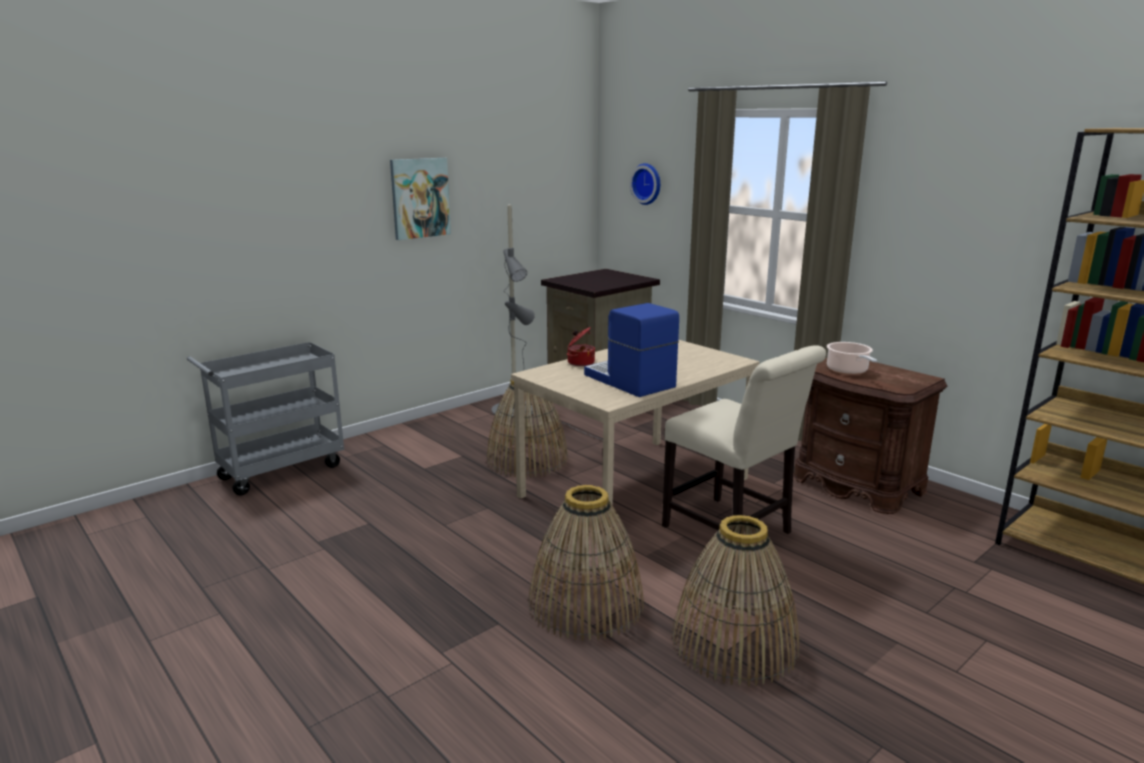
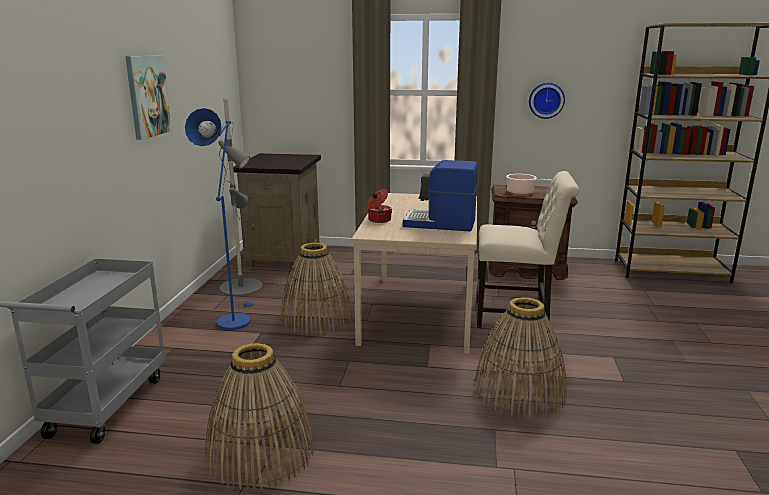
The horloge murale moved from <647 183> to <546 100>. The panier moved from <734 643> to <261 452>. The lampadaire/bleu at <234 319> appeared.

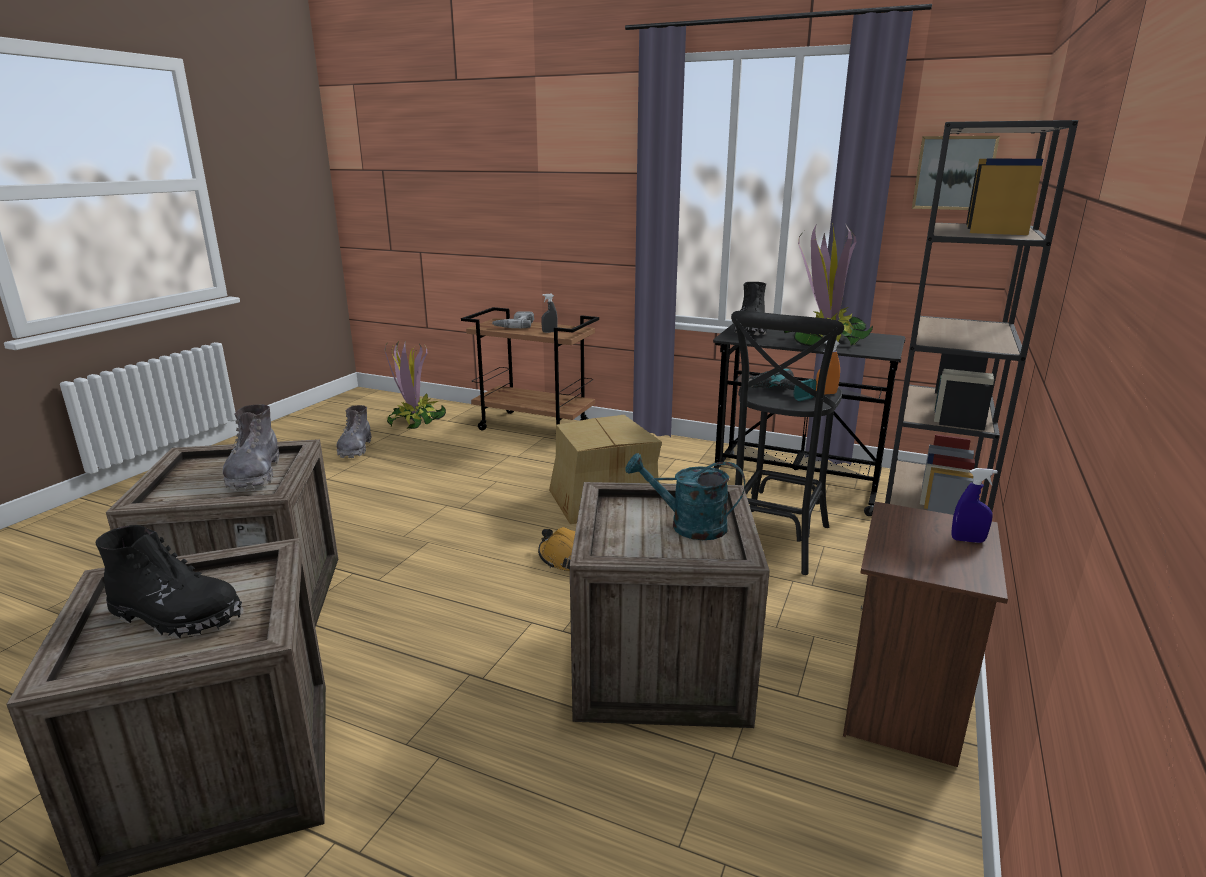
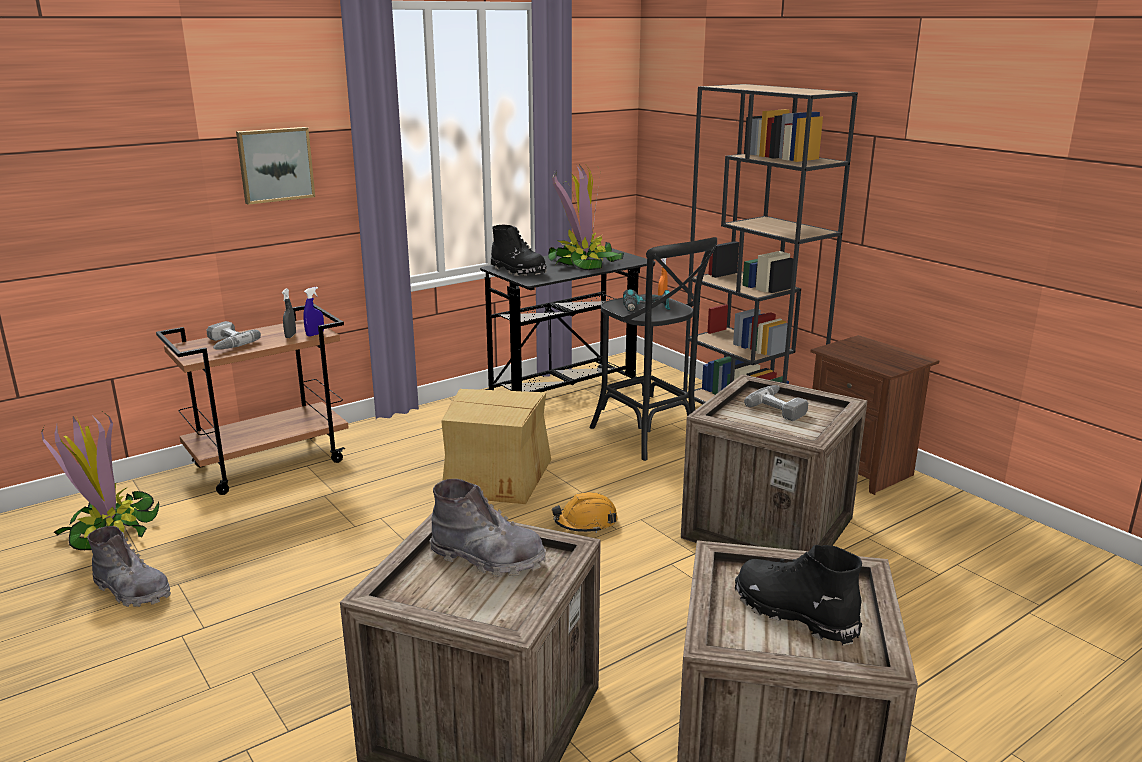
The tableau moved from <954 173> to <275 164>. The arrosoir/turquoise at <688 526> was replaced by the perceuse at <781 407>. The vaporisateur/bleu moved from <967 540> to <315 334>. The botte/noir at <177 616> turned 90 degrees counterclockwise.

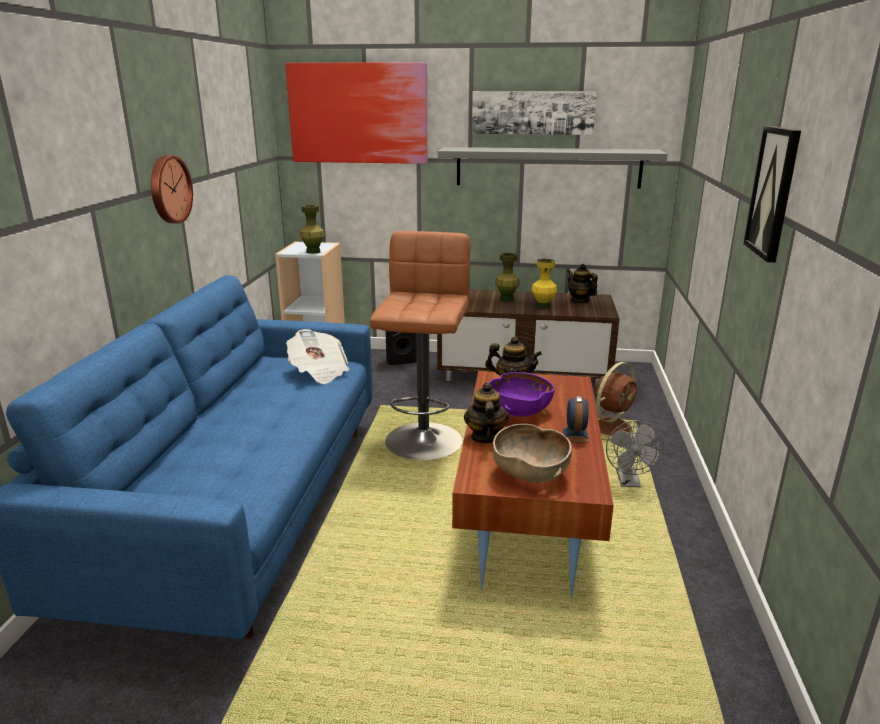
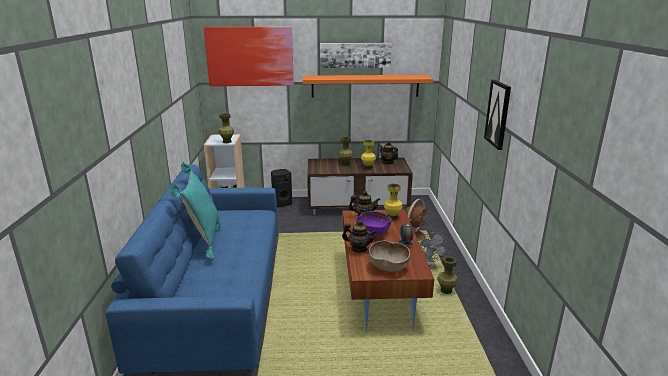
The étagère/gris at <548 167> became the étagère/orange at <365 86>. The horloge murale at <169 189> disappeared. The tabouret/marron at <424 441> disappeared. The journal at <319 371> disappeared. The théière at <485 437> turned 120 degrees clockwise. The coussin/turquoise at <202 244> appeared. The vase/jaune at <392 217> appeared. The vase/vert at <446 291> appeared.

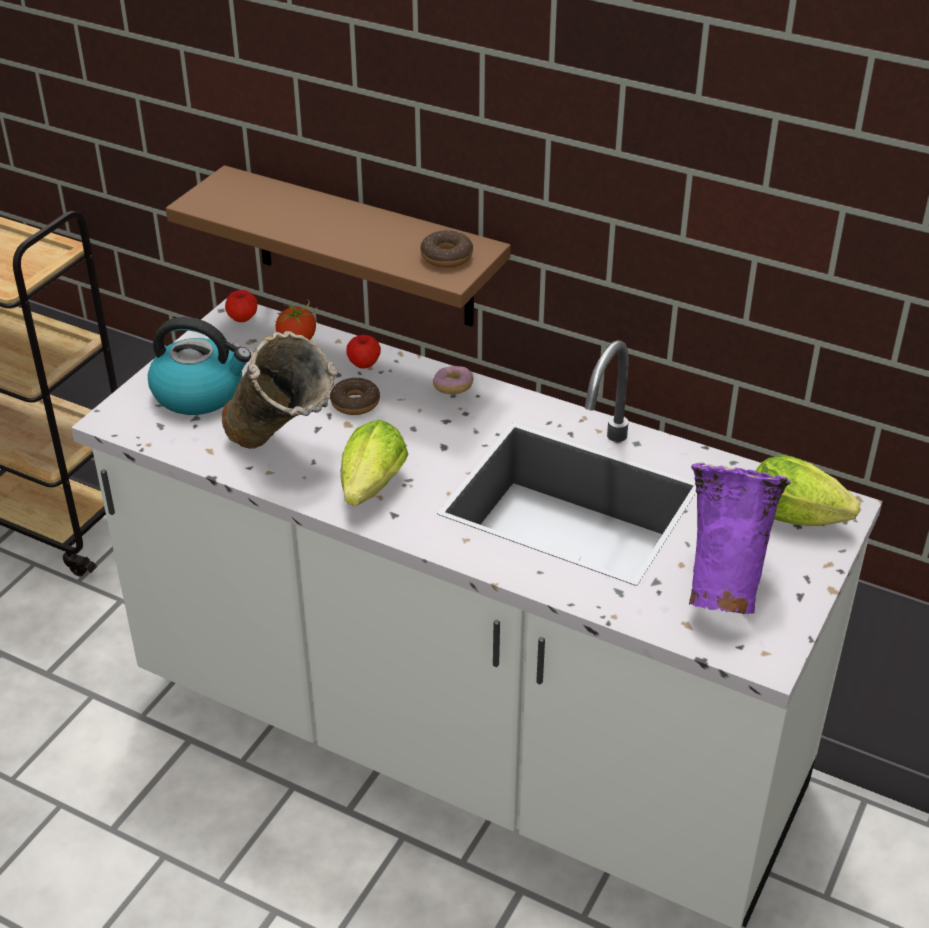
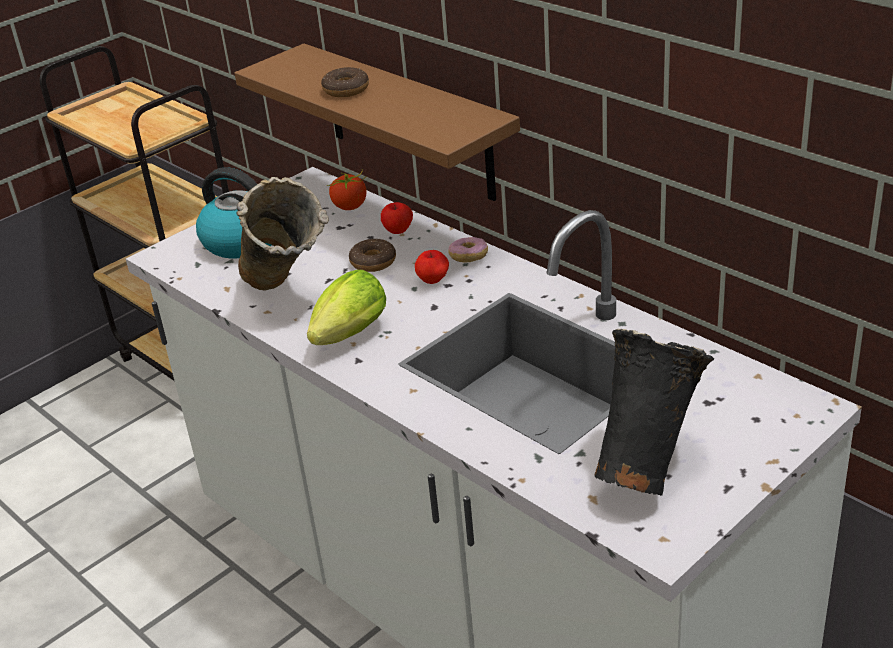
The beignet moved from <446 256> to <346 89>. The pomme moved from <243 318> to <433 280>. The laitue at <801 519> disappeared. The vase/violet at <723 586> became the vase/noir at <648 467>.

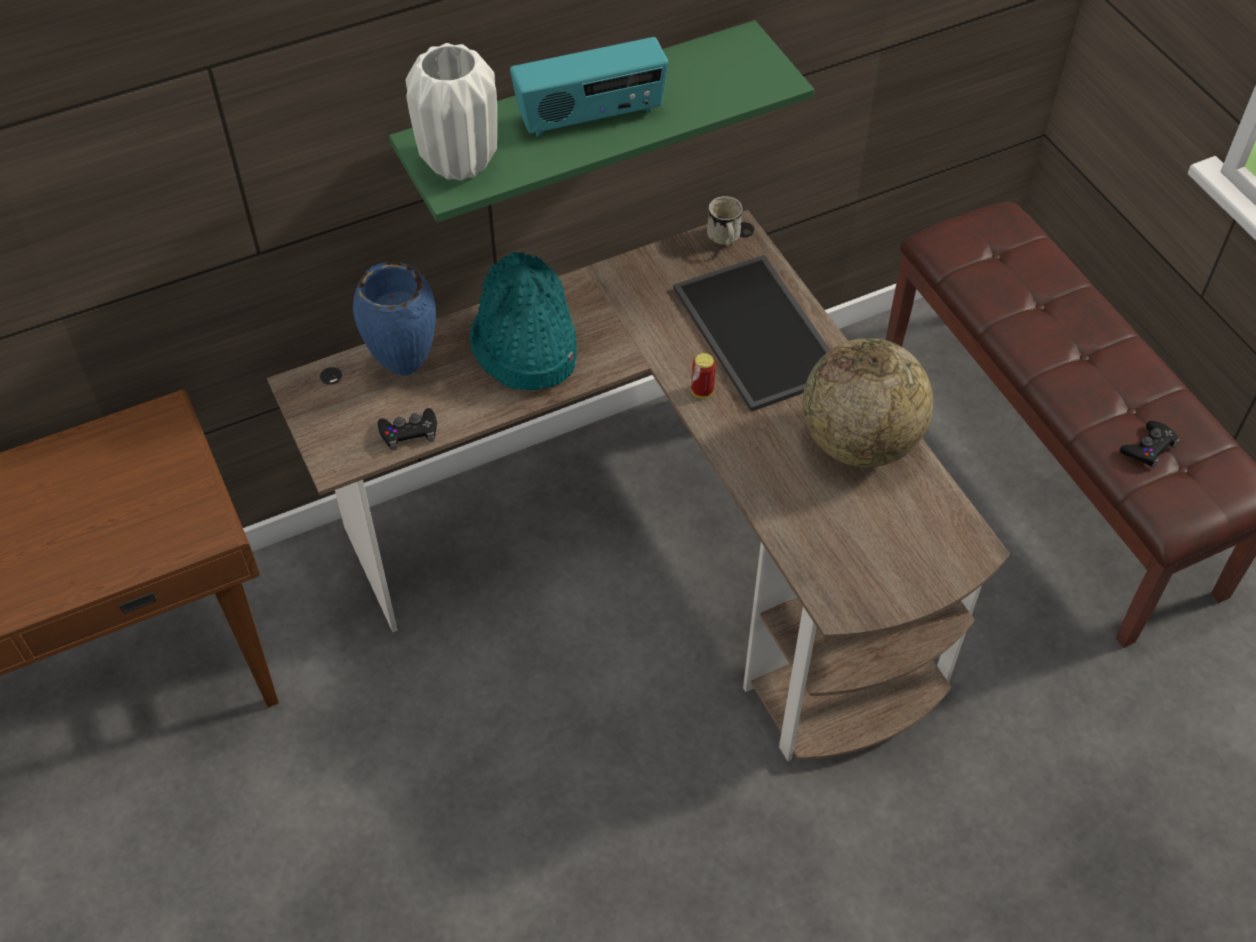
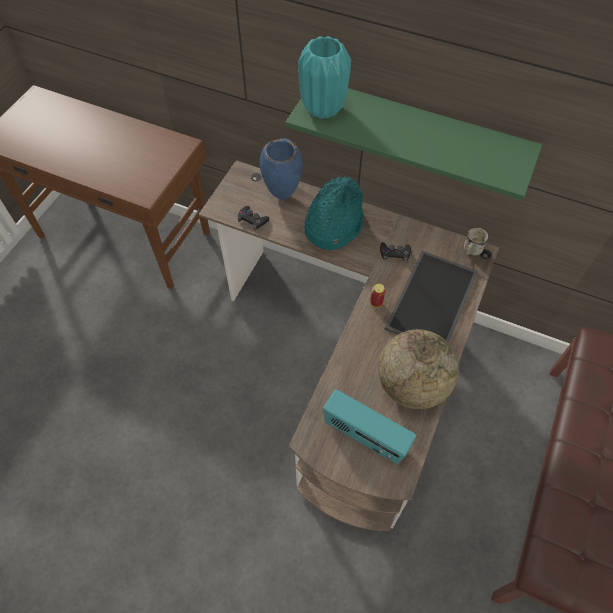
The radio moved from <591 117> to <365 436>. The vase/blanc at <458 163> became the vase/turquoise at <322 108>. The manette/noir moved from <1148 448> to <394 253>.

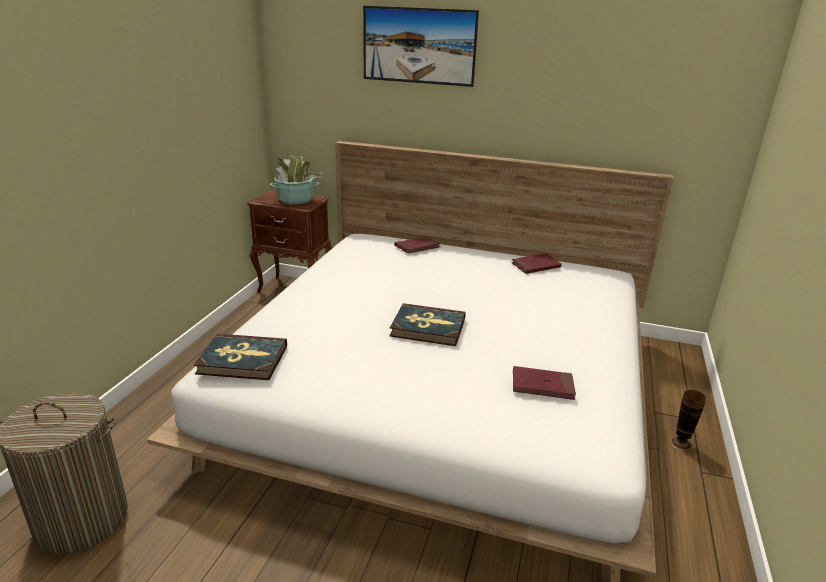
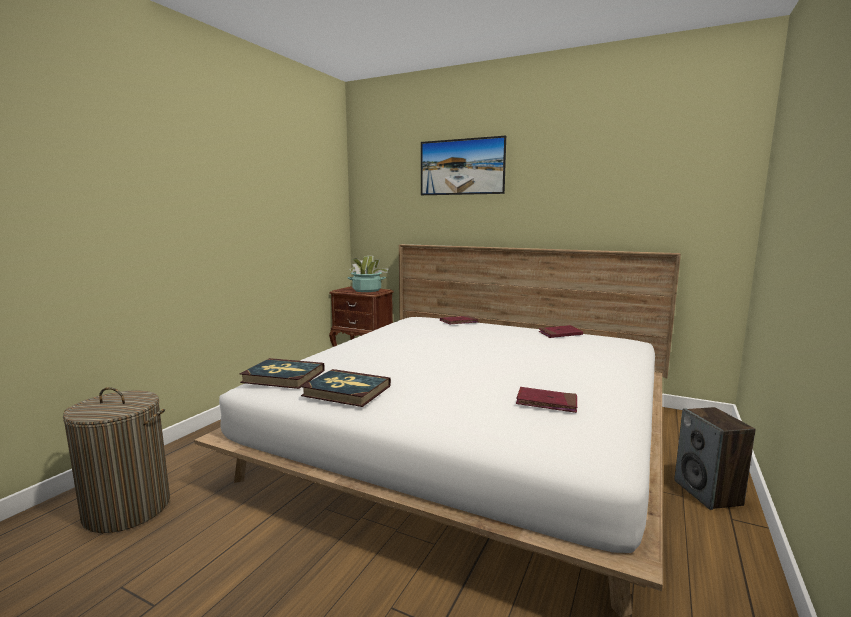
The livre moved from <428 327> to <346 391>. The vase at <680 443> was replaced by the enceinte at <708 493>.

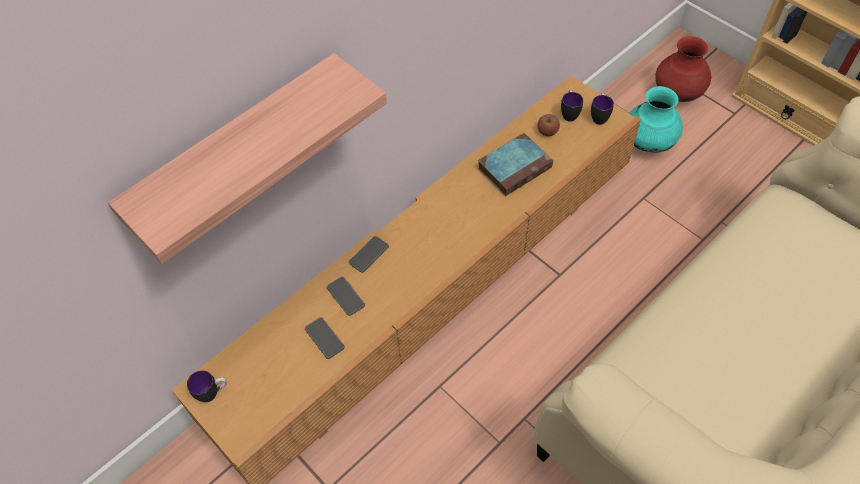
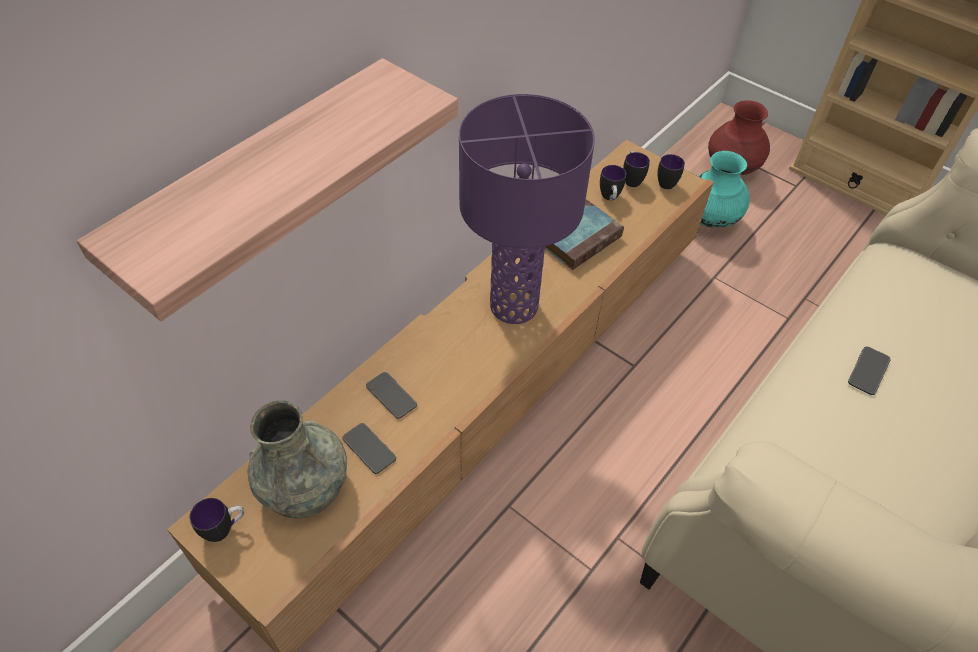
The pomme at <547 131> was replaced by the mug at <610 198>. The téléphone moved from <369 254> to <868 371>. The lampe de table/violet at <514 305> appeared. The vase/gris at <304 484> appeared.

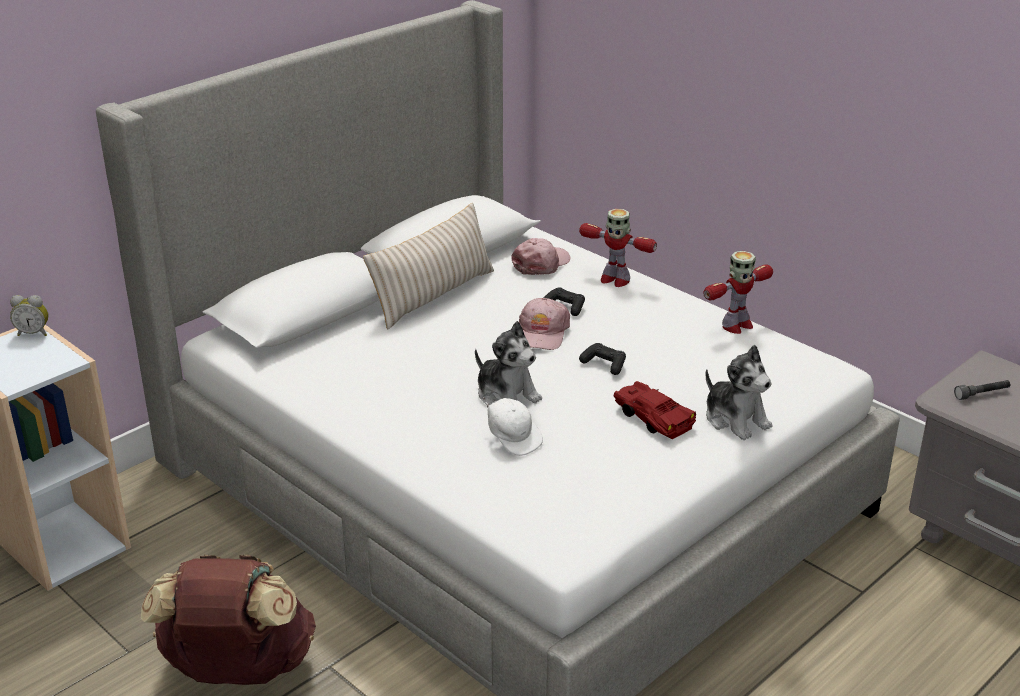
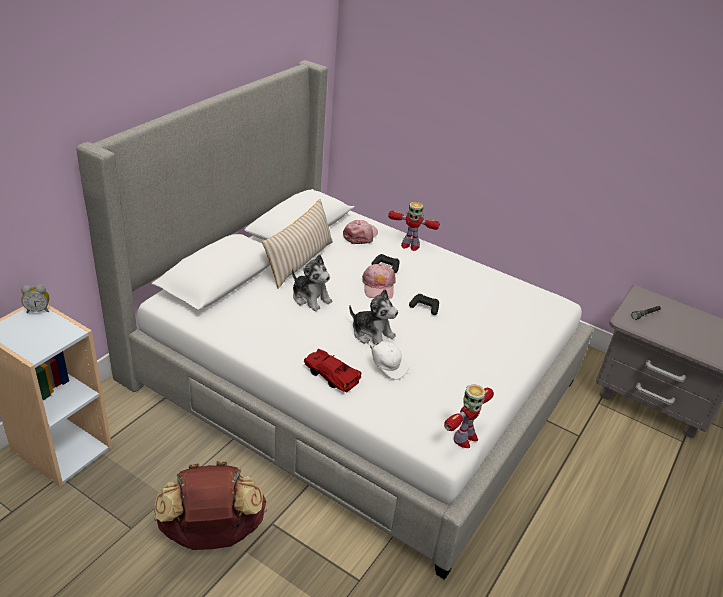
The robot jouet moved from <736 326> to <464 438>. The peluche moved from <735 419> to <310 298>. The petite voiture/rouge moved from <652 418> to <331 375>.

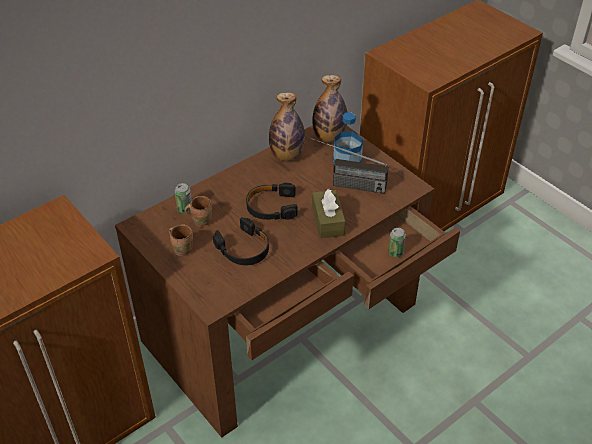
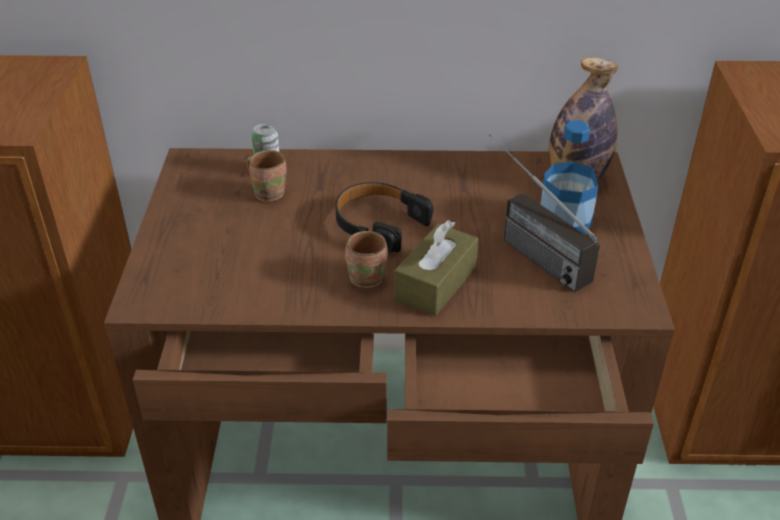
The bouteille at <287 156> disappeared. The casque audio/noir at <244 249> disappeared. The mug/marron moved from <182 248> to <368 277>. The boîte métallique at <395 252> disappeared.

